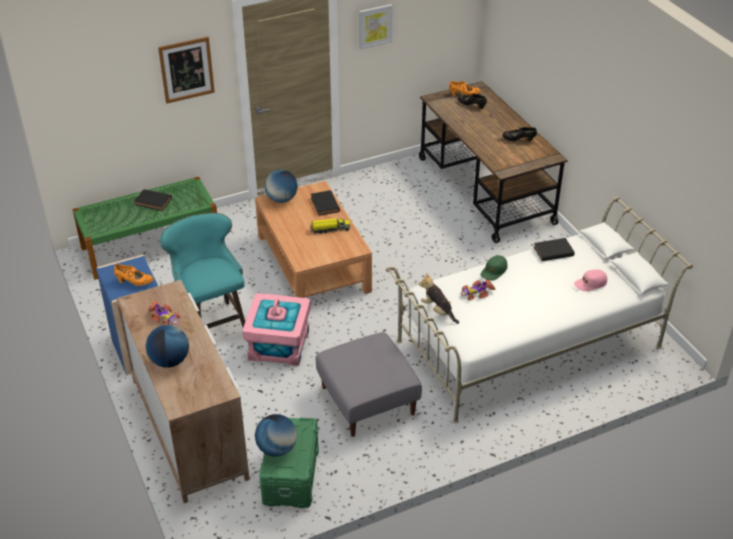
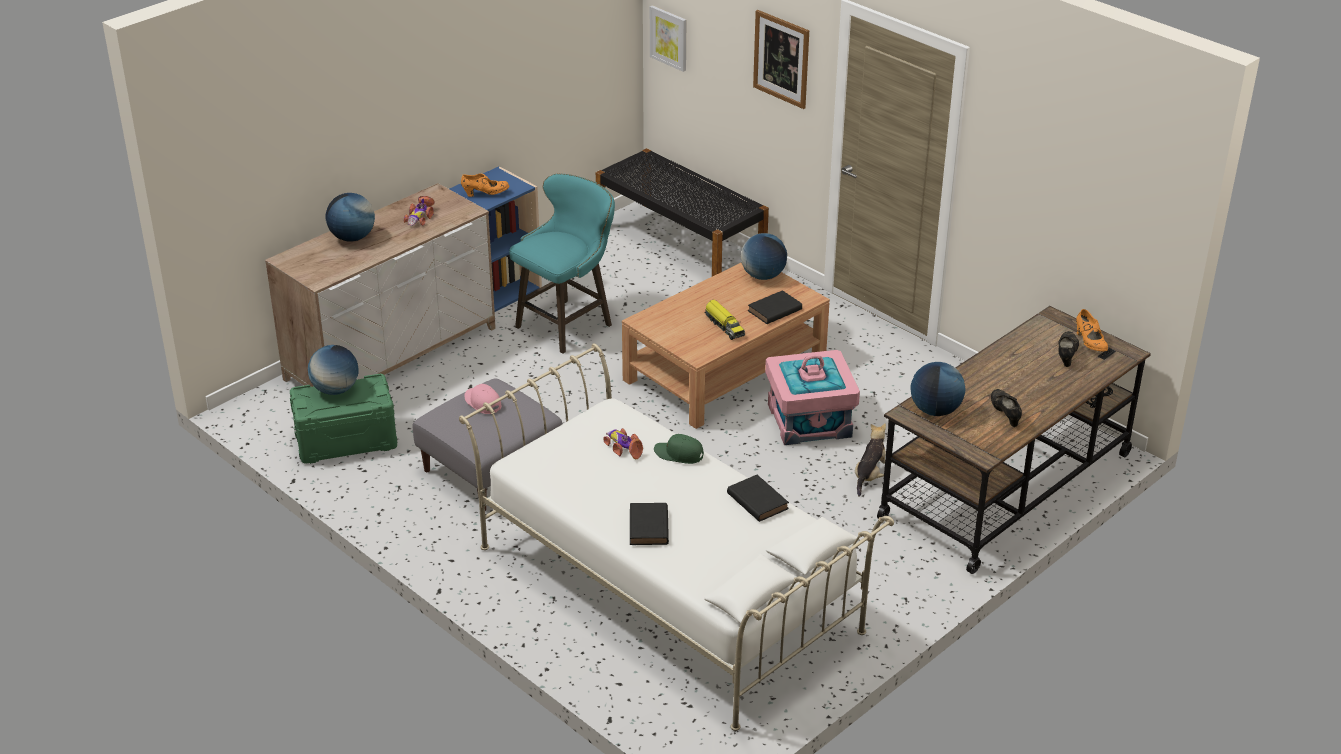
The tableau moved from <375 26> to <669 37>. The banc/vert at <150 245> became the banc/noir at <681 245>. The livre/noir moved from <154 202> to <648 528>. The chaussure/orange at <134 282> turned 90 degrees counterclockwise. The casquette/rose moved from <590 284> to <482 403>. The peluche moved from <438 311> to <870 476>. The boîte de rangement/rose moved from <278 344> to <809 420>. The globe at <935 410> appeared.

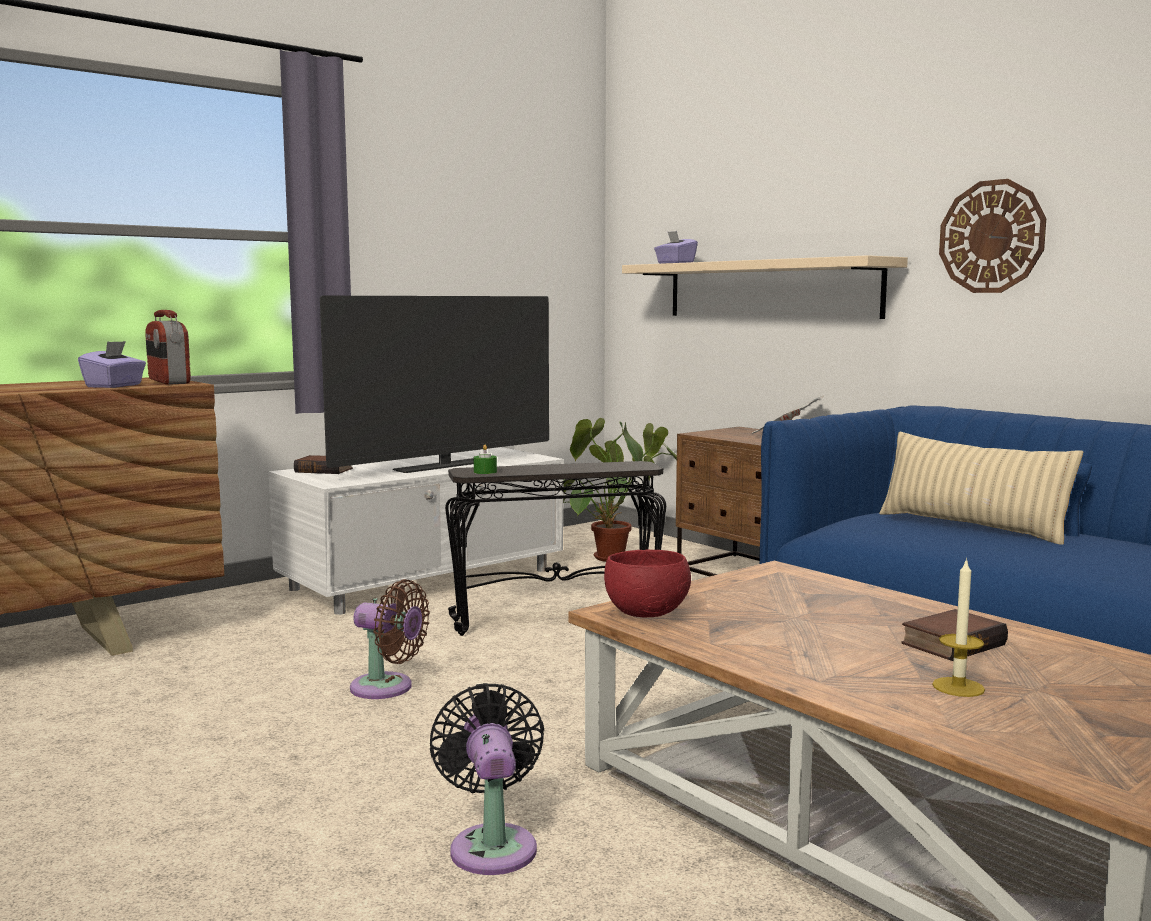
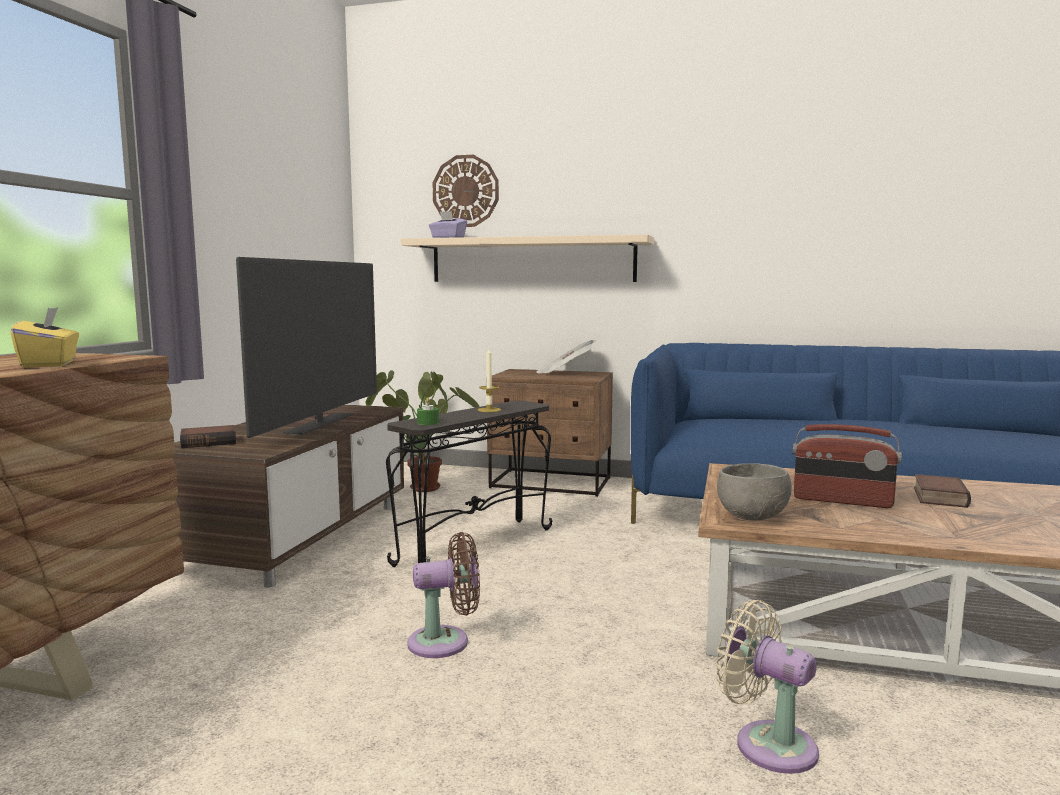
The horloge murale moved from <991 237> to <465 191>. The radio moved from <168 381> to <842 501>. The boîte à mouchoirs/violet at <114 386> became the boîte à mouchoirs/jaune at <50 364>. The coussin/beige at <971 526> disappeared. The meuble télé/blanc at <425 580> became the meuble télé/marron at <299 536>. The bol/rouge at <647 614> became the bol/gris at <752 517>. The bougie moved from <958 687> to <489 410>. The ventilateur/noir at <492 845> became the ventilateur/beige at <767 744>.

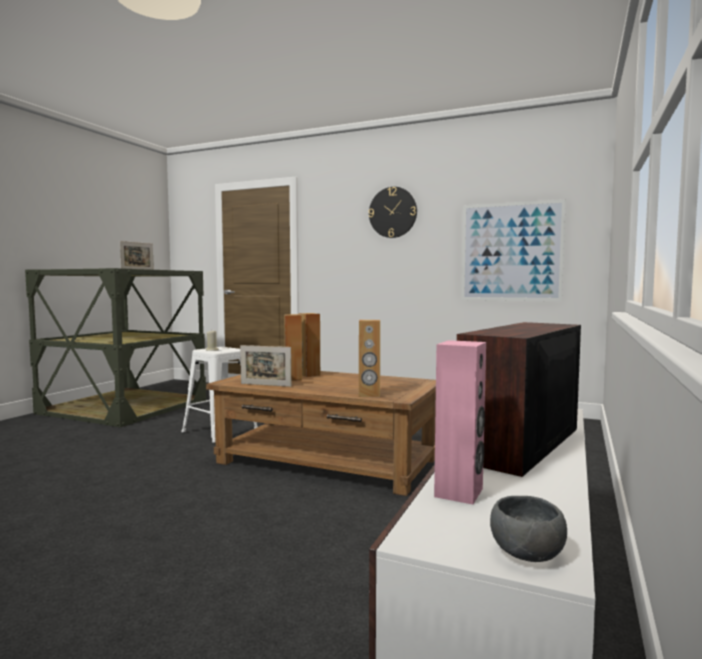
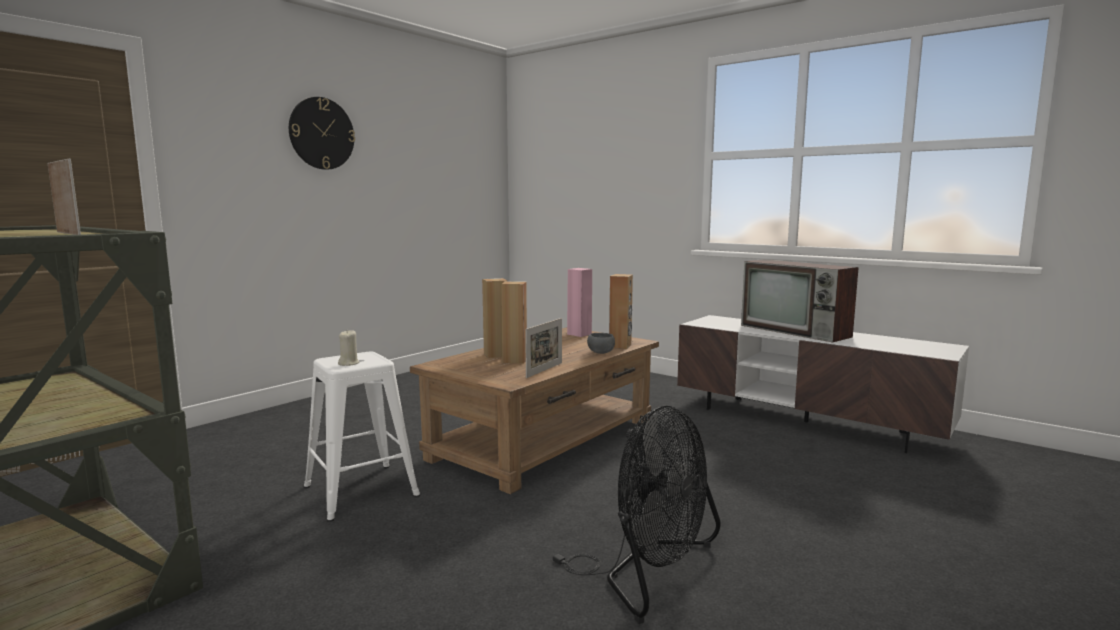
The tableau at <511 251> disappeared. The enceinte/rose moved from <459 493> to <579 334>. The bol/gris moved from <524 554> to <600 353>. The ventilateur/noir at <645 572> appeared.

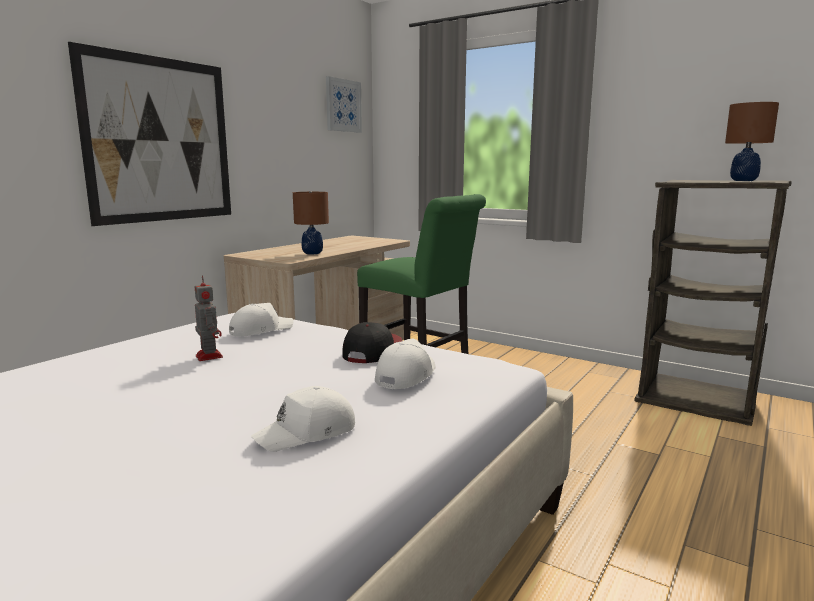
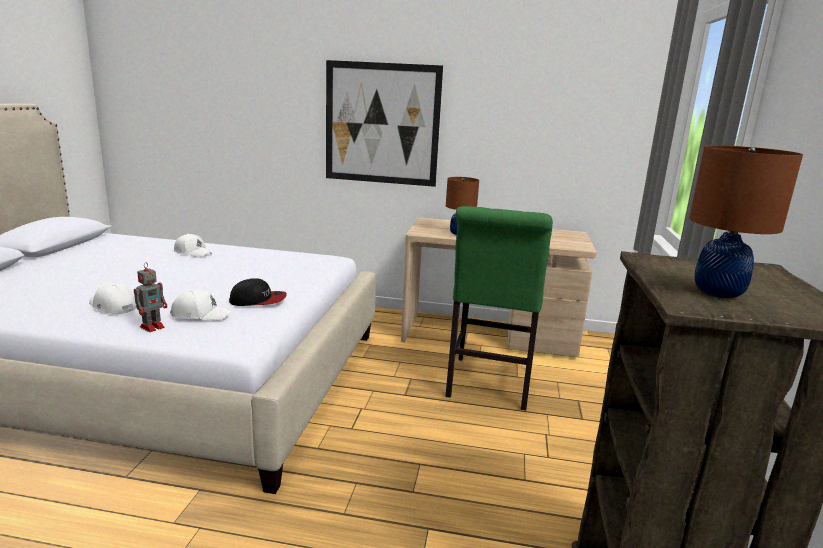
The tableau at <343 105> disappeared. The robot jouet moved from <208 356> to <153 327>. The casquette/blanc moved from <260 330> to <193 252>.

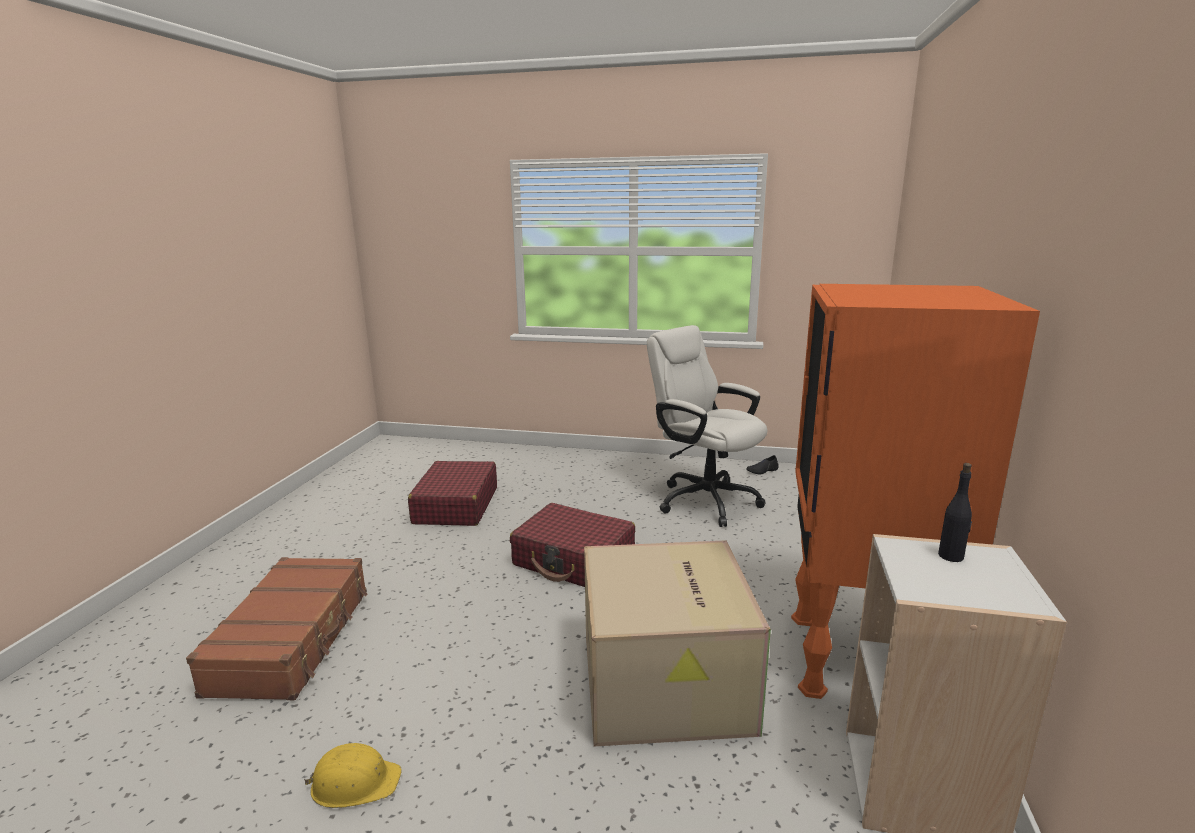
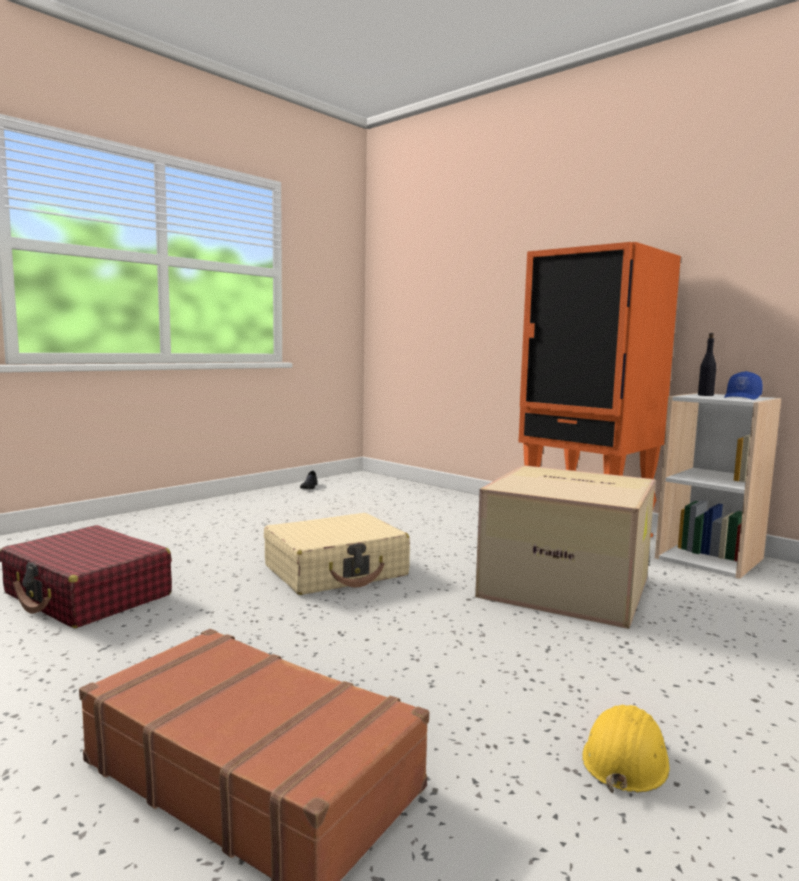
The chaise de bureau/blanc at <703 500> disappeared. The valise/rouge at <574 560> became the valise/beige at <336 571>. The casquette/bleu at <743 397> appeared.

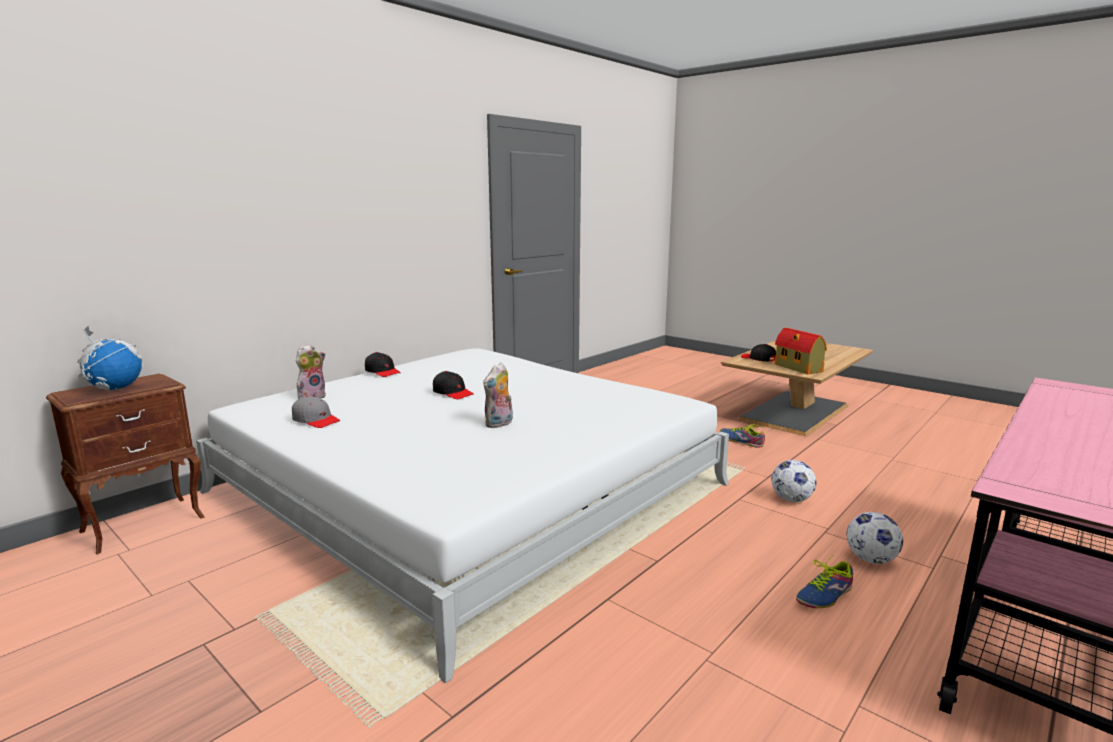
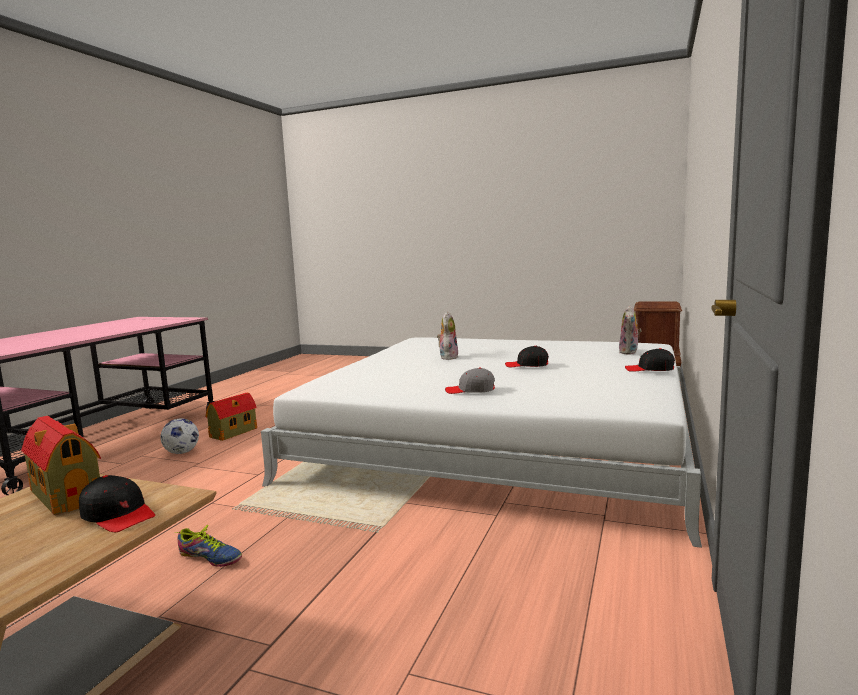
The globe at <115 388> disappeared. The casquette/gris moved from <316 420> to <470 390>. The ballon de foot at <791 499> disappeared. The chaussure at <825 595> was replaced by the maison miniature at <232 433>.

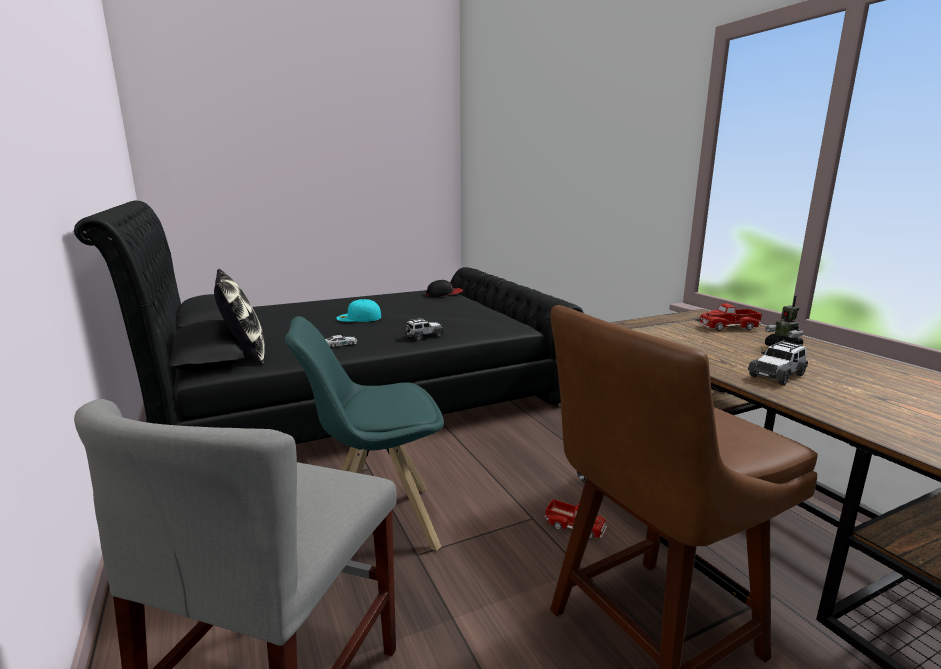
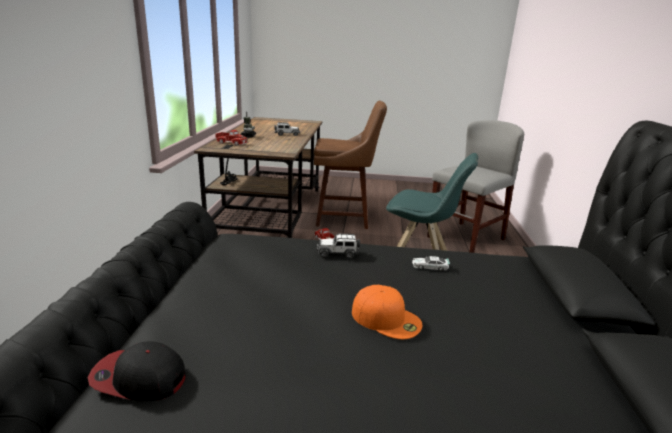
The coussin at <245 353> disappeared. The casquette/turquoise at <358 317> became the casquette/orange at <387 318>.

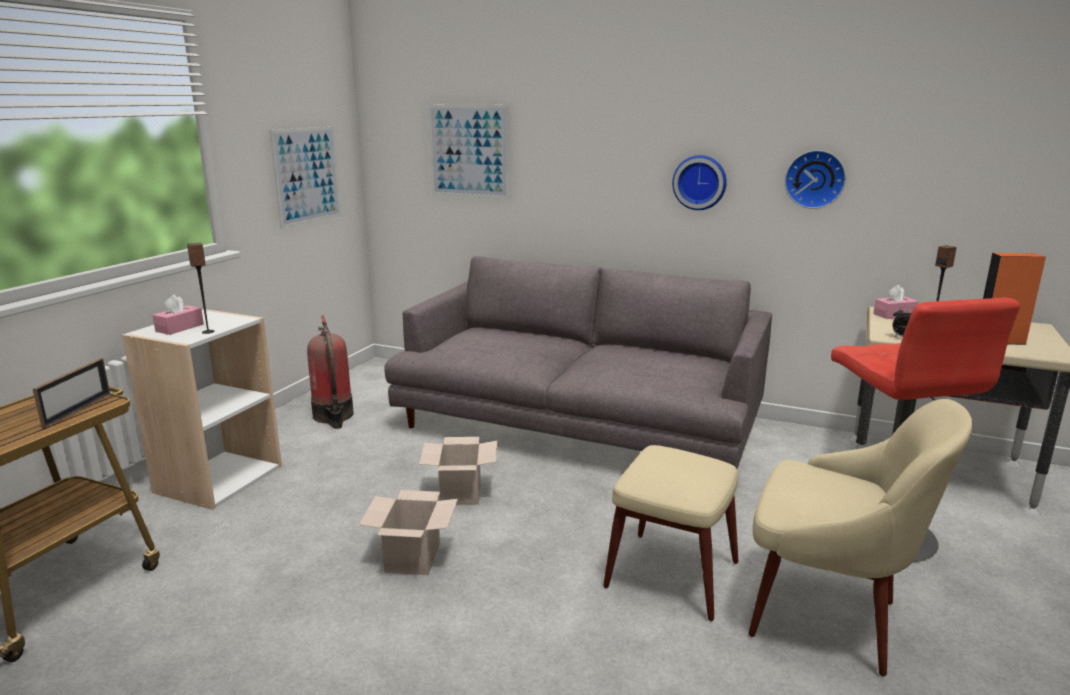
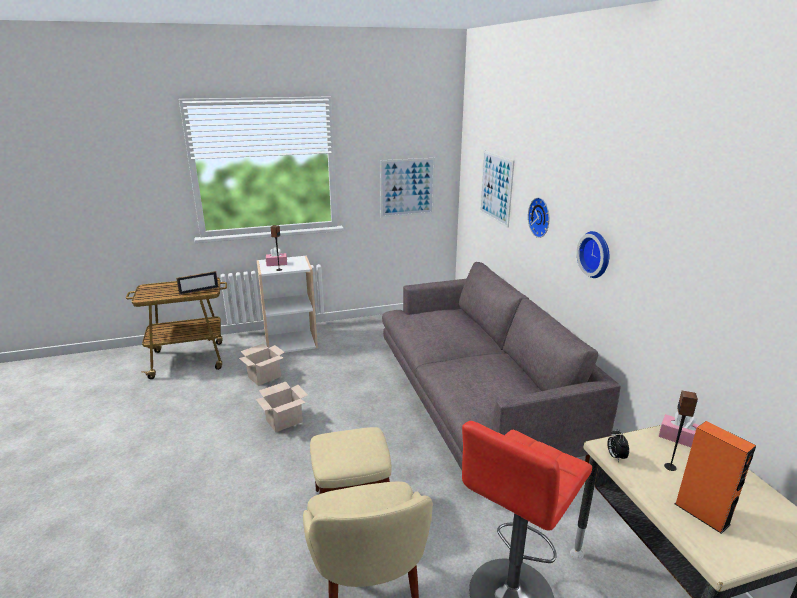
The horloge murale moved from <815 179> to <541 217>. The extincteur at <333 416> disappeared. The carton moved from <460 492> to <265 376>.

